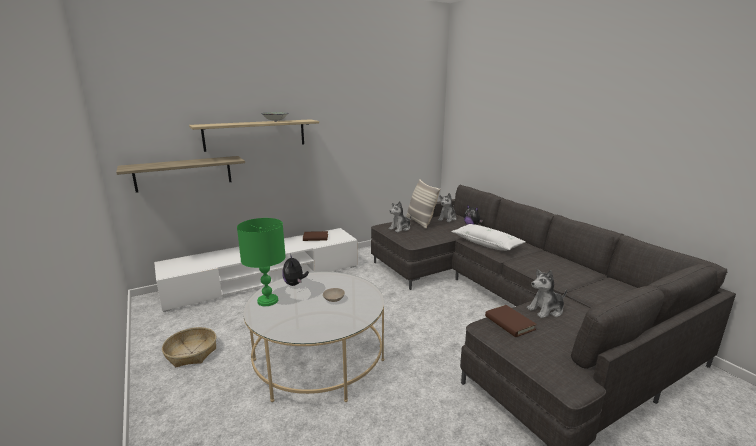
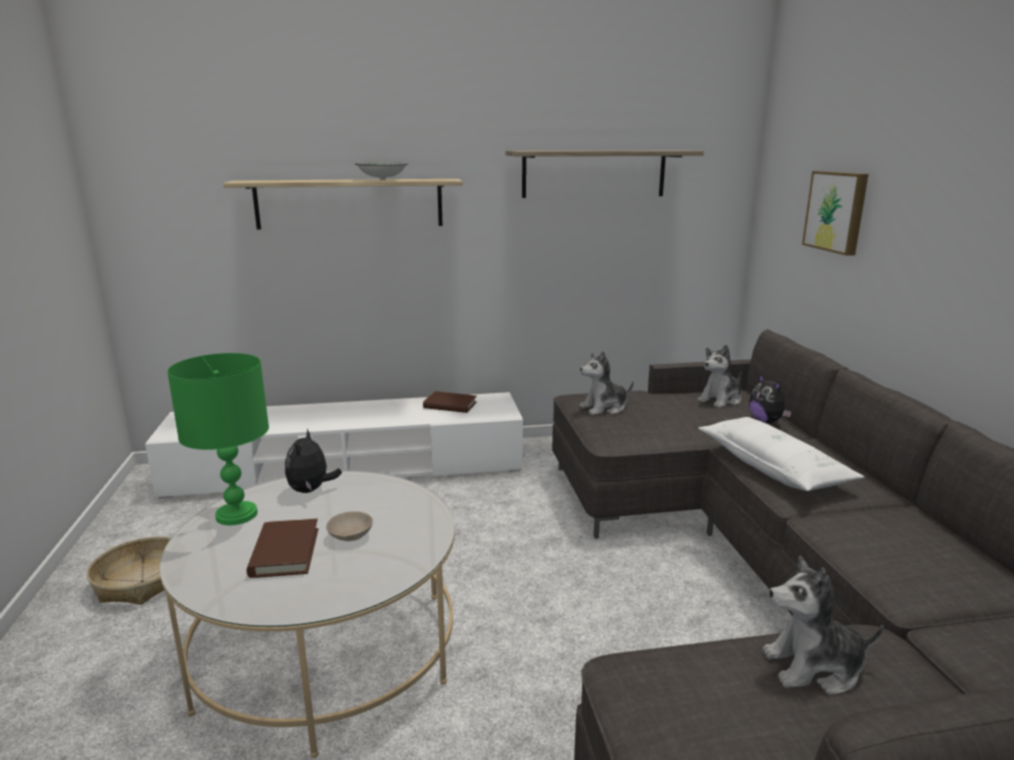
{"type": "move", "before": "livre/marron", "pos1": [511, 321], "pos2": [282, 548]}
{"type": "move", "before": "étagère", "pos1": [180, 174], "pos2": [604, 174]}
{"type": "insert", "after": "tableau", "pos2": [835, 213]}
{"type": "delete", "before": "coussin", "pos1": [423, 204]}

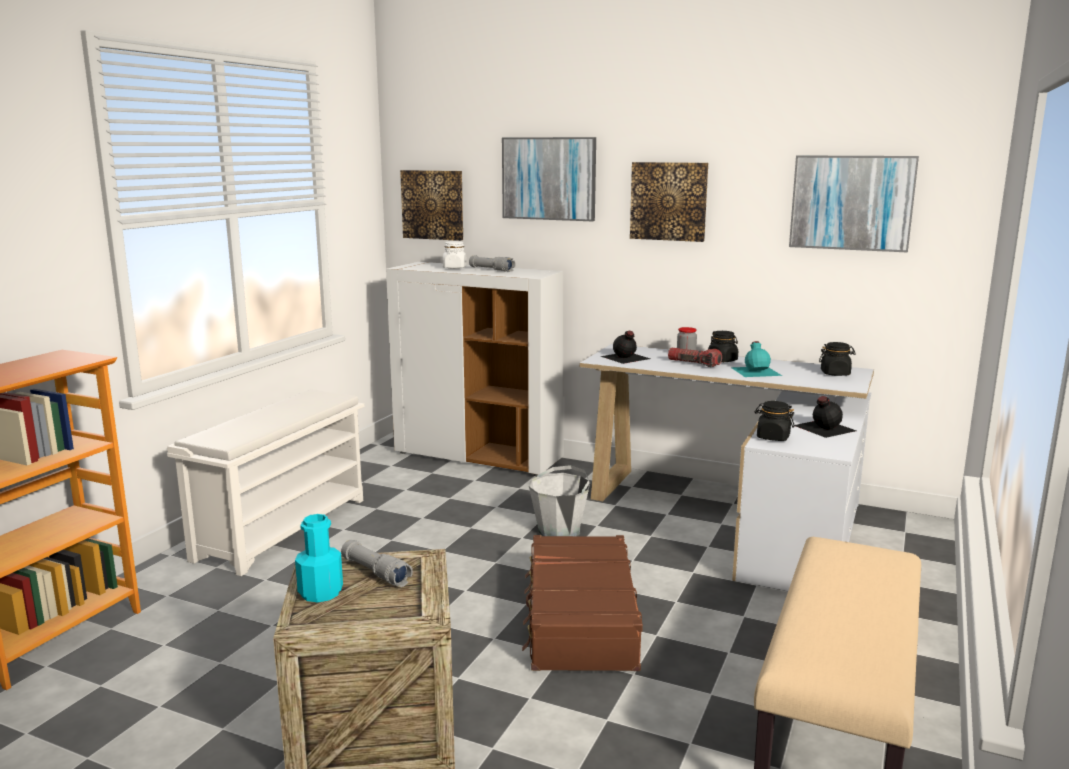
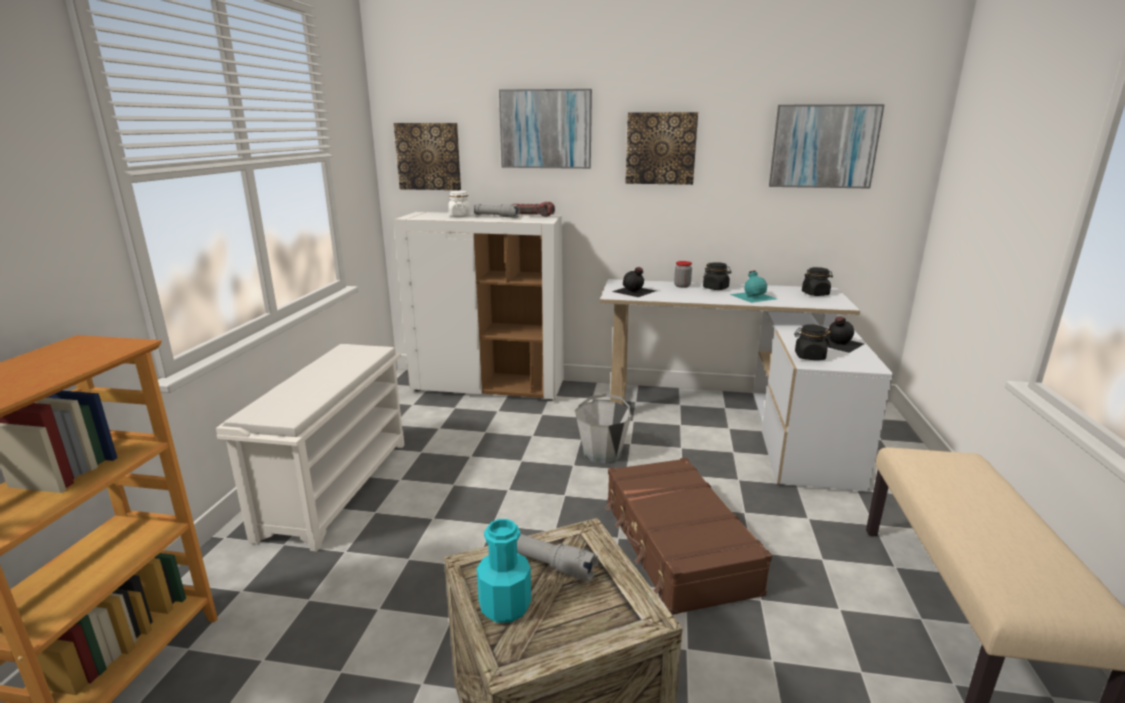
{"type": "move", "before": "lampe de poche", "pos1": [695, 357], "pos2": [535, 209]}

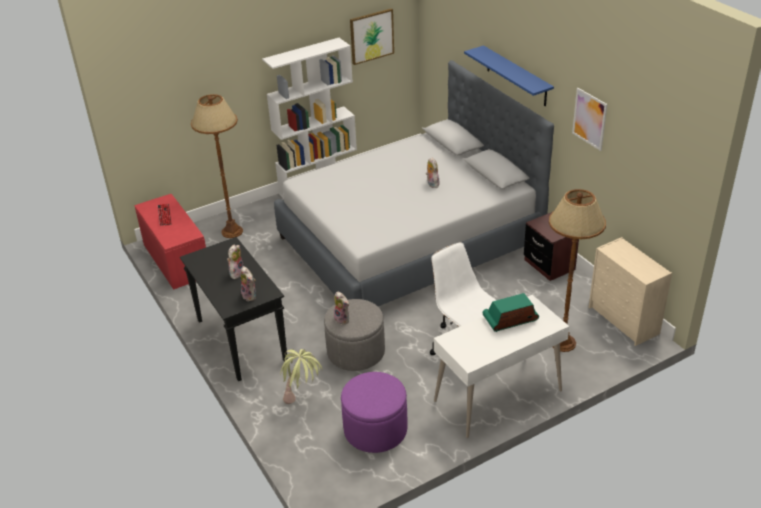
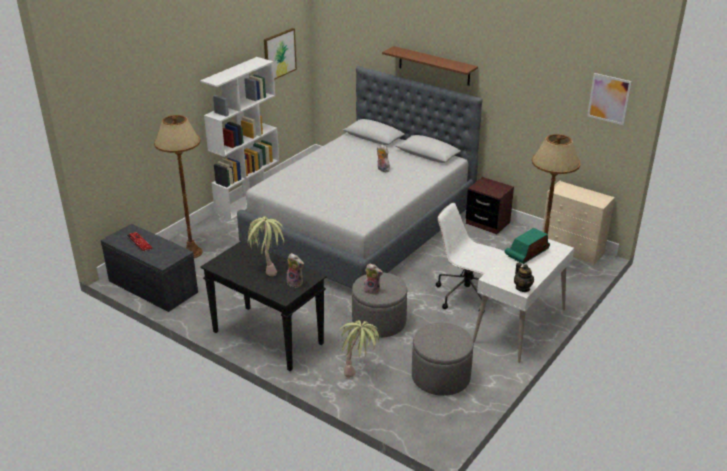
{"type": "recolor", "before": "banc/rouge", "after": "banc/gris", "pos1": [170, 242], "pos2": [149, 268]}
{"type": "replace", "before": "peluche", "after": "plante en pot", "pos1": [235, 262], "pos2": [264, 246]}
{"type": "recolor", "before": "étagère/bleu", "after": "étagère/marron", "pos1": [509, 75], "pos2": [430, 66]}
{"type": "recolor", "before": "pouf/violet", "after": "pouf/gris", "pos1": [374, 412], "pos2": [443, 359]}
{"type": "insert", "after": "théière", "pos2": [524, 277]}
{"type": "move", "before": "tableau", "pos1": [589, 119], "pos2": [609, 99]}

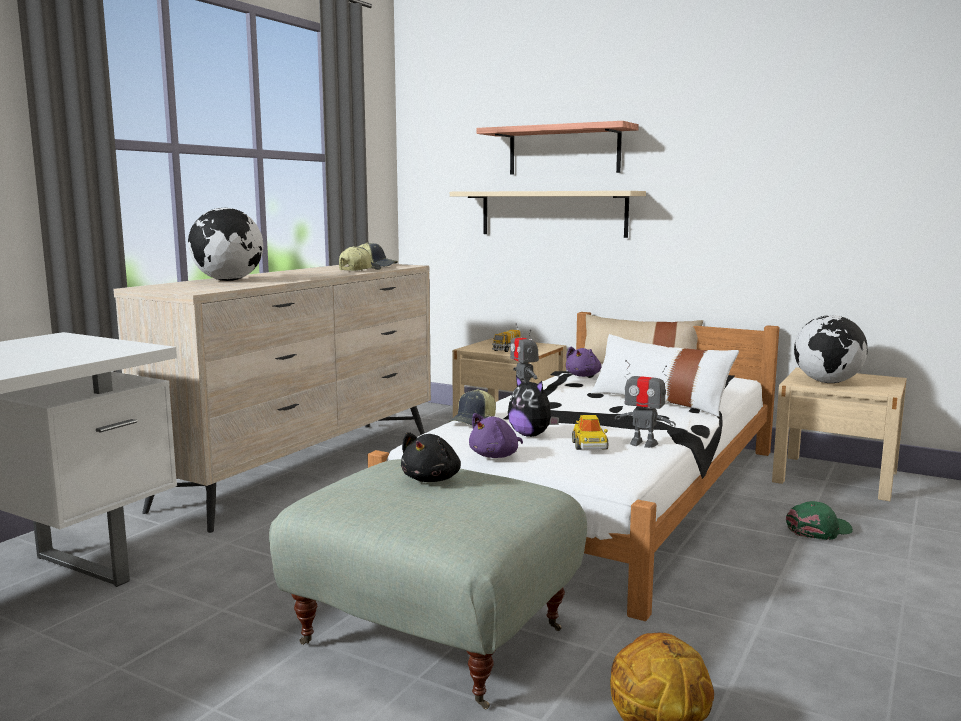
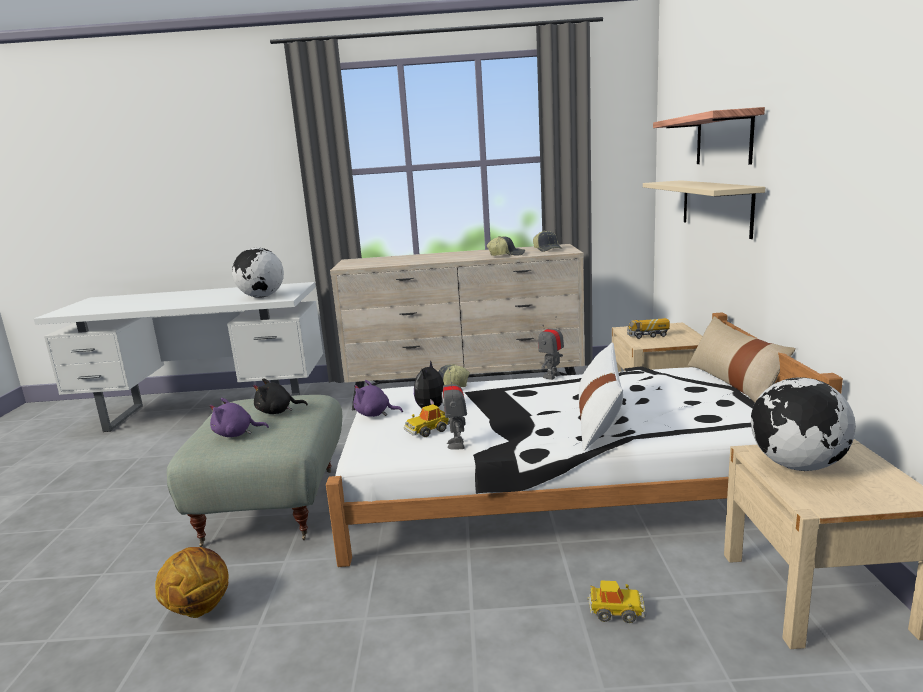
{"type": "move", "before": "peluche/violet", "pos1": [583, 362], "pos2": [239, 417]}
{"type": "move", "before": "globe", "pos1": [225, 244], "pos2": [258, 273]}
{"type": "replace", "before": "casquette/vert", "after": "petite voiture", "pos1": [819, 520], "pos2": [617, 602]}

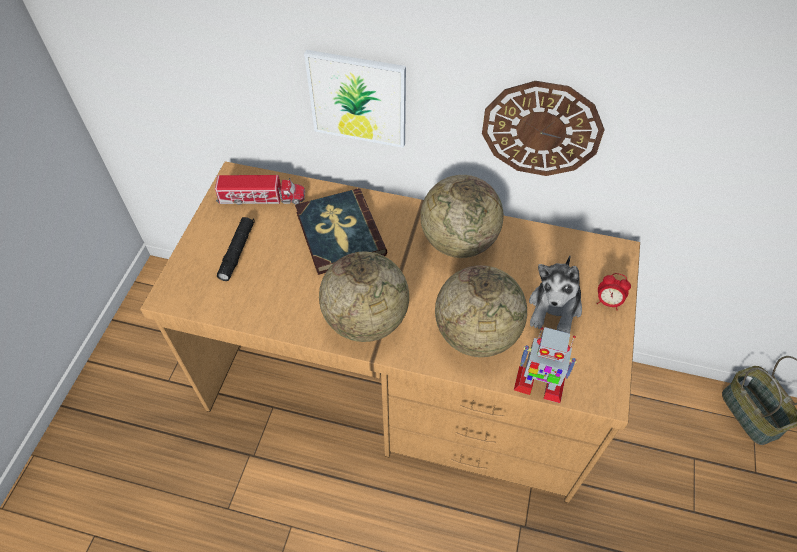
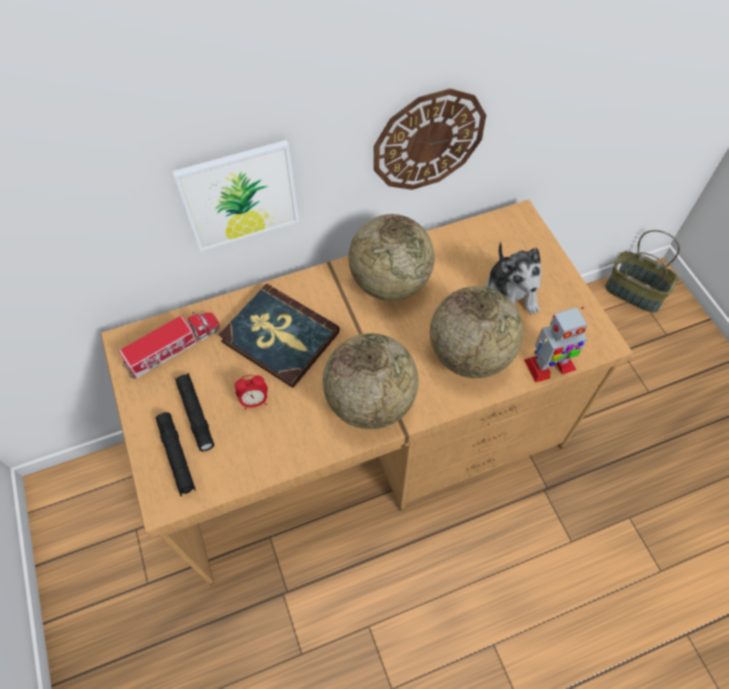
{"type": "insert", "after": "lampe de poche/noir", "pos2": [176, 454]}
{"type": "move", "before": "réveil", "pos1": [614, 291], "pos2": [251, 392]}

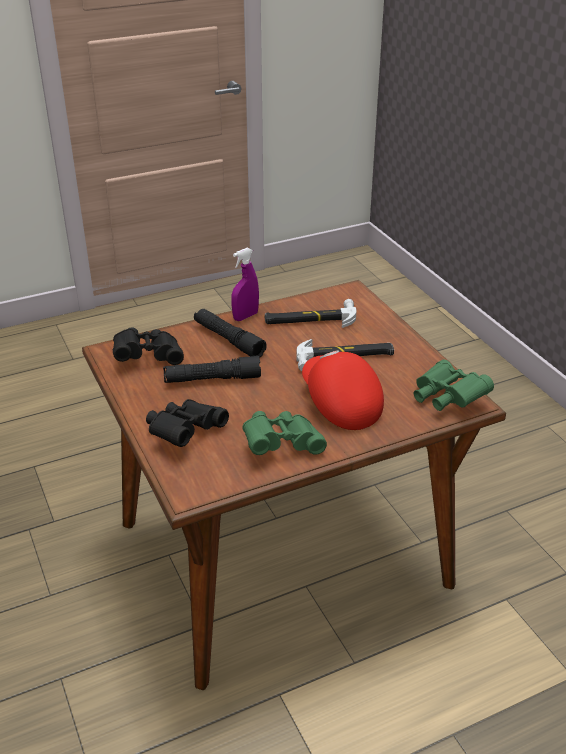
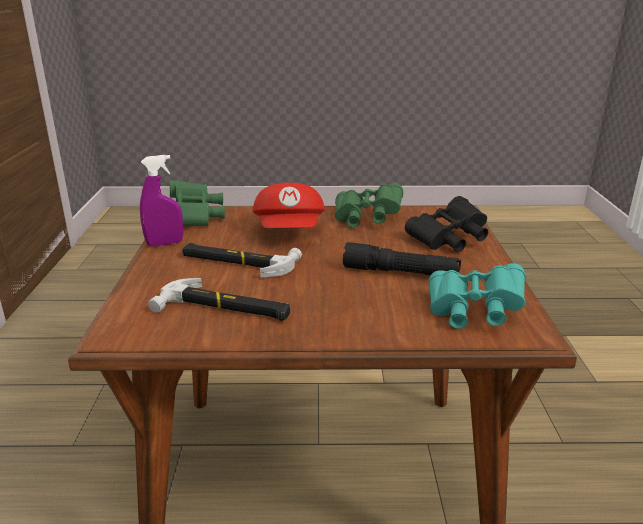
{"type": "move", "before": "vaporisateur/violet", "pos1": [245, 284], "pos2": [161, 200]}
{"type": "recolor", "before": "jumelles/noir", "after": "jumelles/turquoise", "pos1": [148, 346], "pos2": [477, 296]}
{"type": "delete", "before": "lampe de poche/noir", "pos1": [230, 333]}

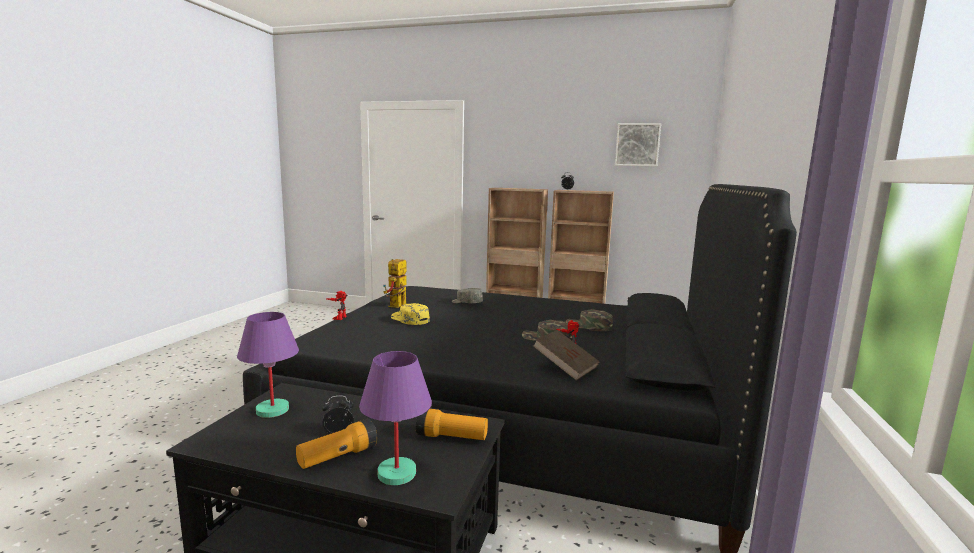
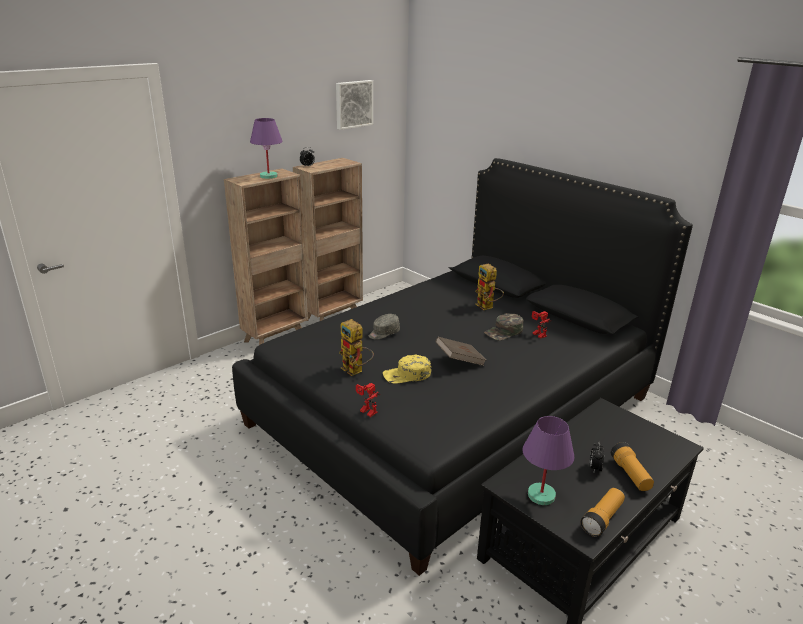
{"type": "move", "before": "lampe de table/violet", "pos1": [395, 418], "pos2": [266, 148]}
{"type": "move", "before": "livre/marron", "pos1": [566, 355], "pos2": [460, 351]}
{"type": "replace", "before": "casquette/vert", "after": "robot jouet", "pos1": [589, 320], "pos2": [489, 287]}
{"type": "move", "before": "lampe de poche", "pos1": [452, 424], "pos2": [602, 512]}

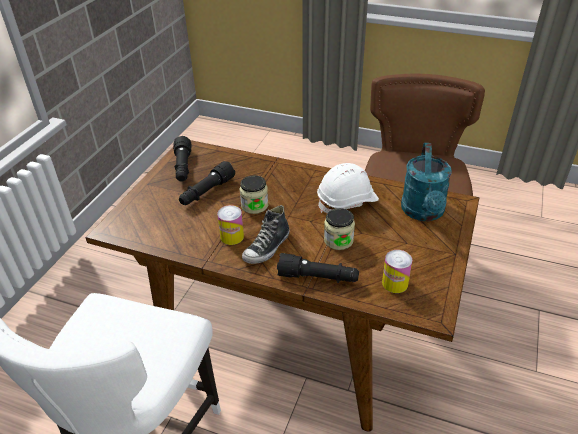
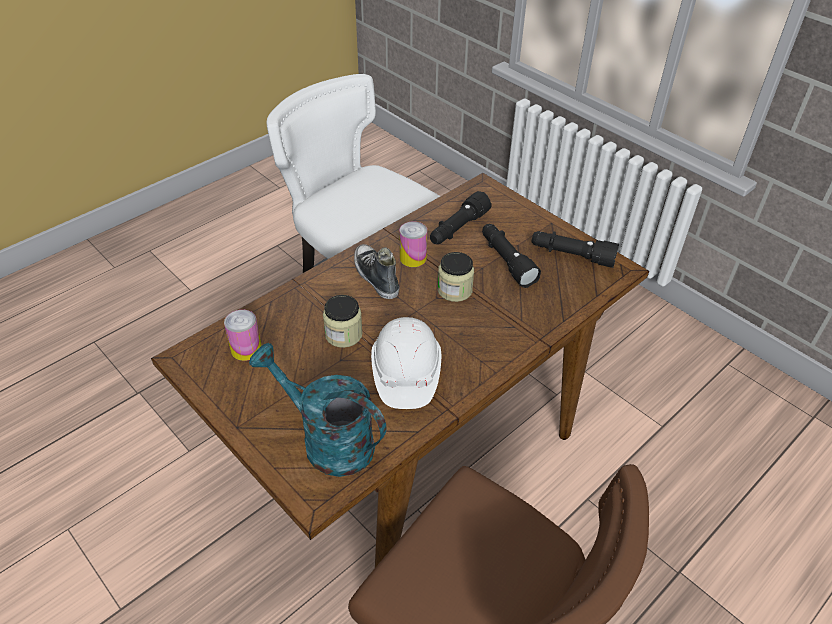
{"type": "move", "before": "lampe de poche/noir", "pos1": [318, 268], "pos2": [461, 217]}

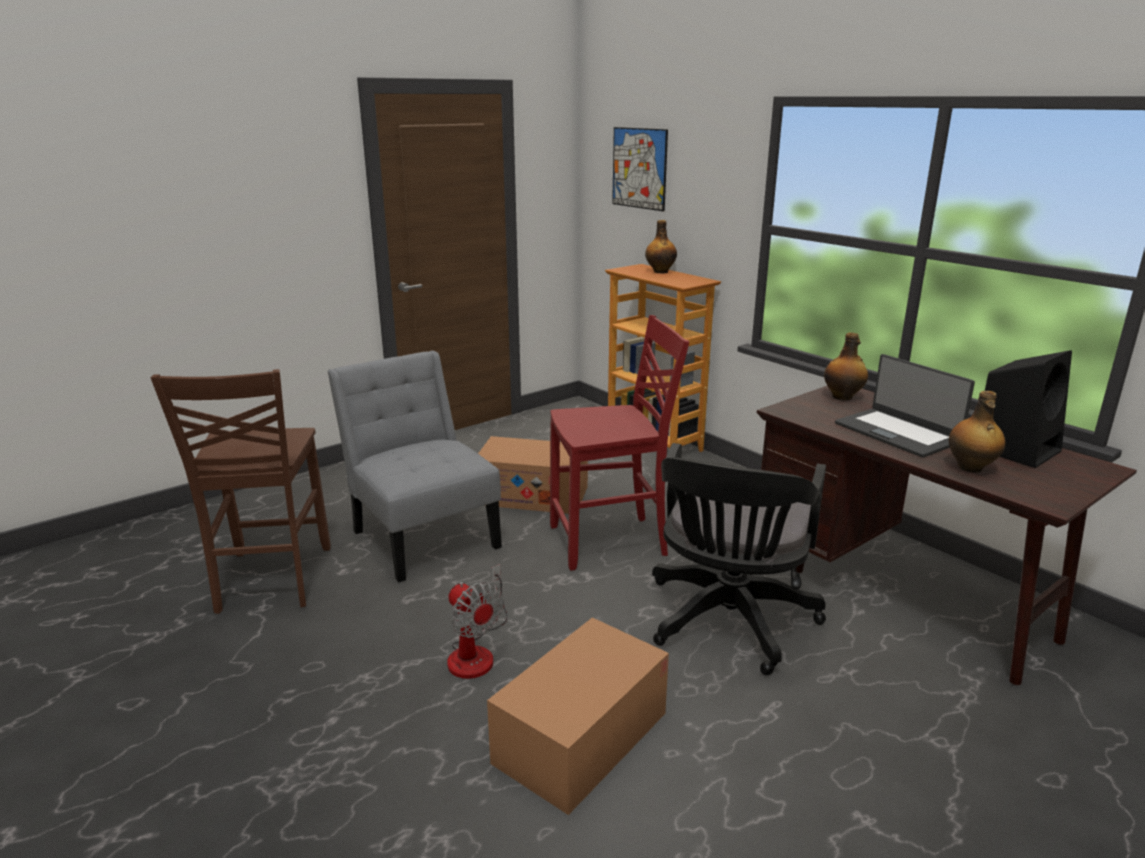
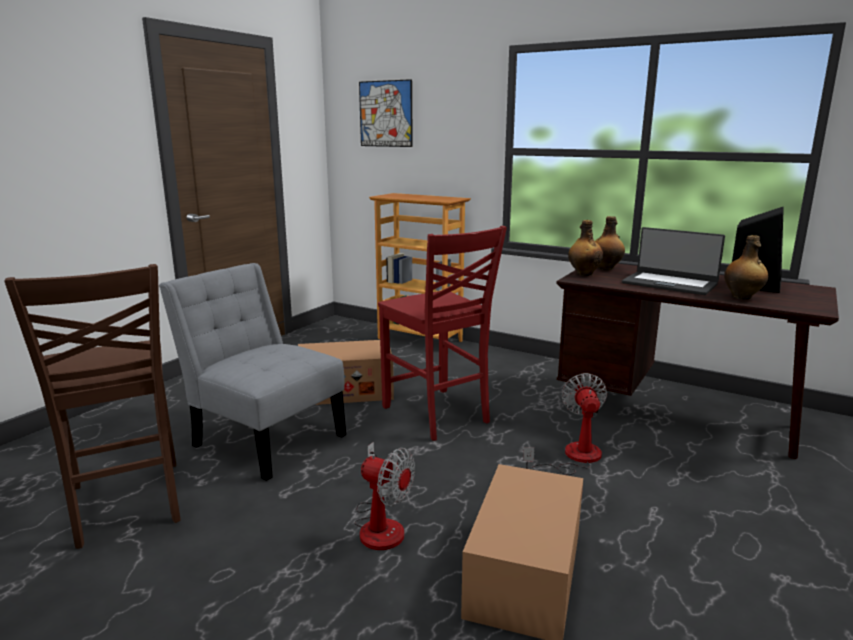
{"type": "rotate", "before": "chaise/rouge", "pos1": [619, 443], "pos2": [442, 333], "turn": 90}
{"type": "replace", "before": "chaise de bureau/noir", "after": "ventilateur", "pos1": [739, 559], "pos2": [565, 424]}
{"type": "move", "before": "bouteille", "pos1": [661, 246], "pos2": [585, 248]}

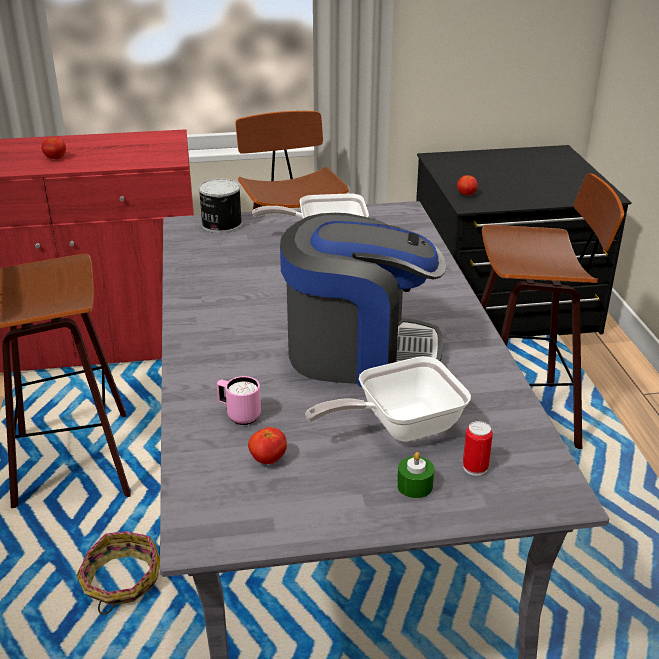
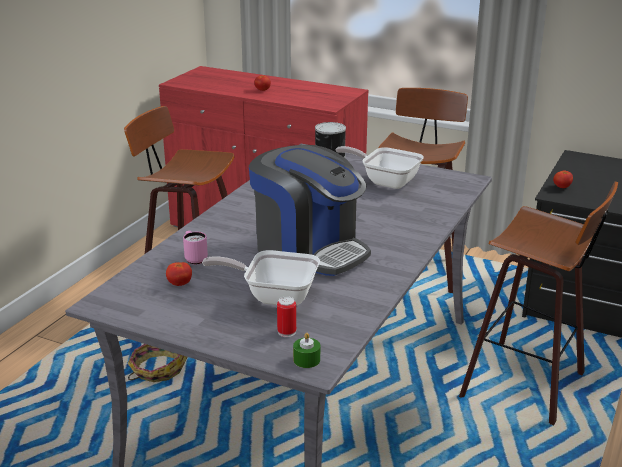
{"type": "move", "before": "bougie/vert", "pos1": [415, 475], "pos2": [306, 350]}

